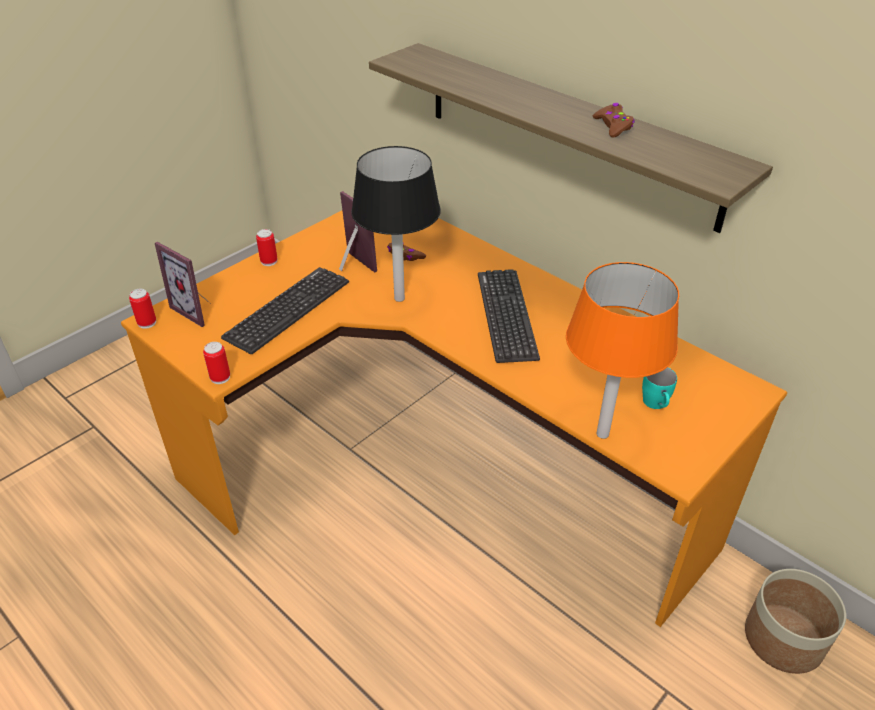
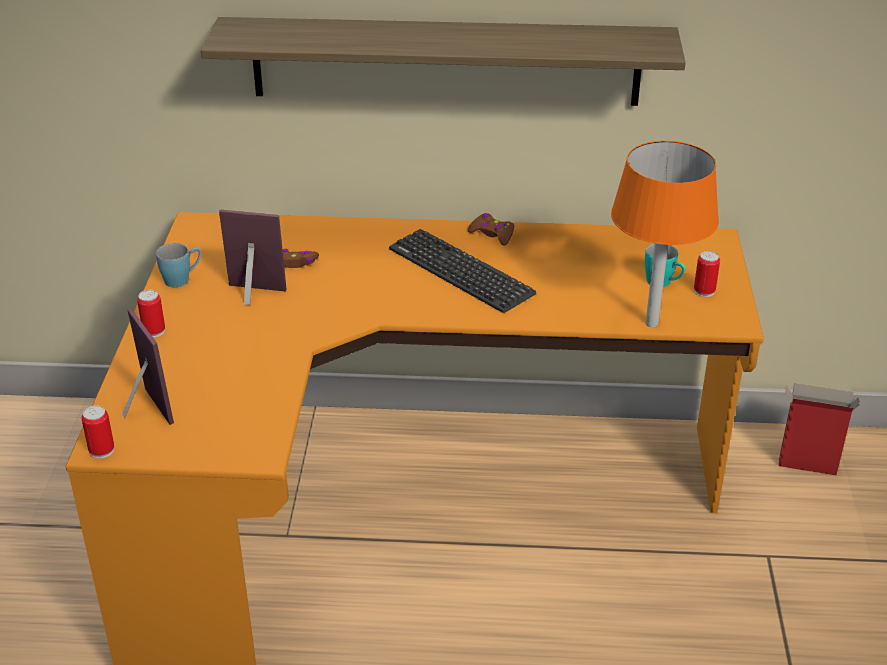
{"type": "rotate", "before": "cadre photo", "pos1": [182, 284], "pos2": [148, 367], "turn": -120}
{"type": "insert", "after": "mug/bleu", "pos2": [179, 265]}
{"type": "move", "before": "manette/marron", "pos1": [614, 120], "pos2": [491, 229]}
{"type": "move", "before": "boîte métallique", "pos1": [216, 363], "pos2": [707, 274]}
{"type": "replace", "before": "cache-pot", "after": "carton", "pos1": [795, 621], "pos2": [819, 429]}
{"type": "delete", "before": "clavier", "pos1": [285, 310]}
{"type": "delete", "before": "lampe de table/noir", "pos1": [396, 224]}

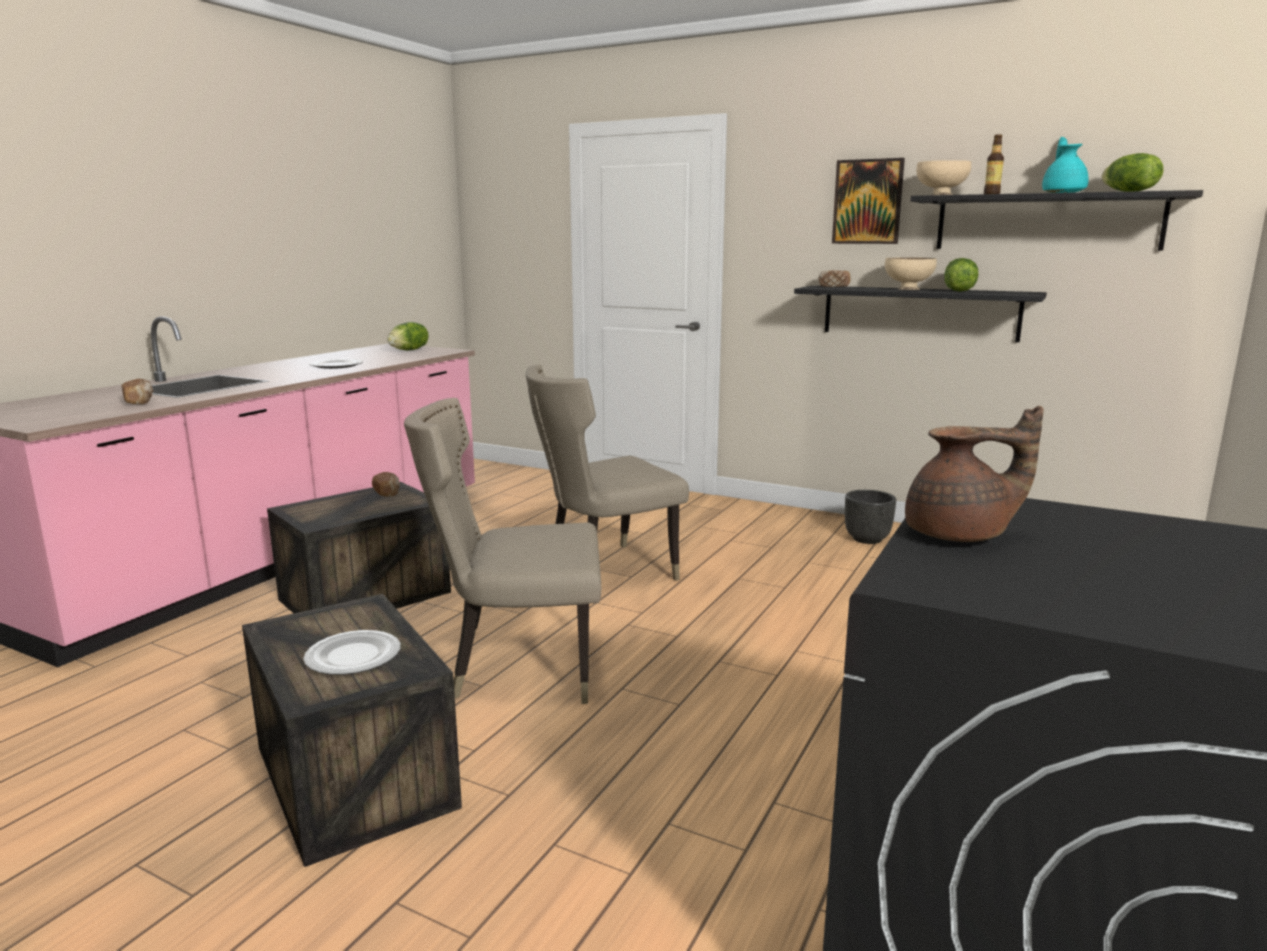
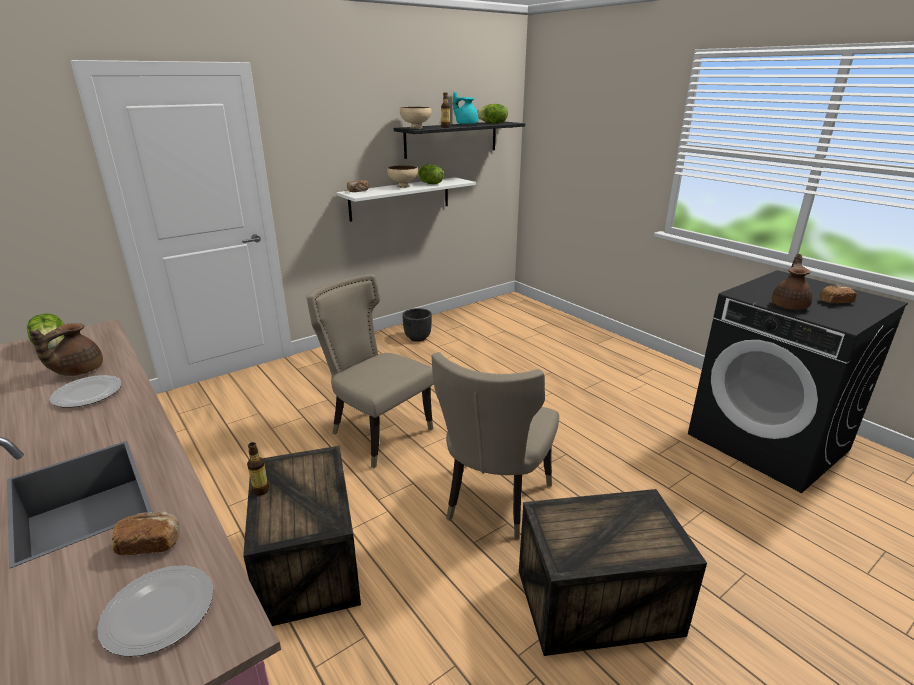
{"type": "insert", "after": "théière/marron", "pos2": [66, 349]}
{"type": "move", "before": "assiette", "pos1": [352, 652], "pos2": [155, 611]}
{"type": "insert", "after": "bouteille", "pos2": [258, 469]}
{"type": "rotate", "before": "chaise/beige", "pos1": [607, 472], "pos2": [370, 371], "turn": 135}
{"type": "recolor", "before": "étagère/noir", "after": "étagère/blanc", "pos1": [920, 314], "pos2": [406, 199]}
{"type": "move", "before": "pain", "pos1": [386, 484], "pos2": [838, 294]}
{"type": "delete", "before": "tableau", "pos1": [868, 201]}

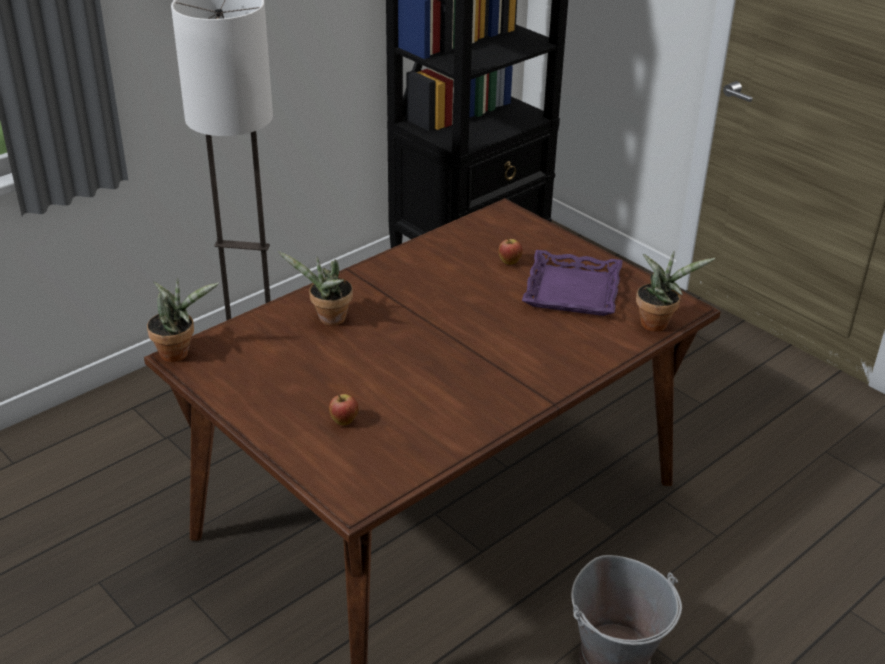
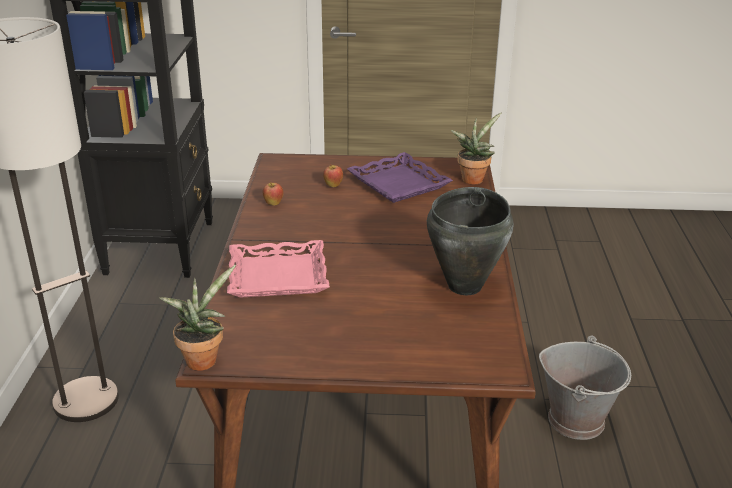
{"type": "replace", "before": "plante en pot", "after": "plateau/rose", "pos1": [315, 288], "pos2": [278, 269]}
{"type": "move", "before": "pomme", "pos1": [344, 409], "pos2": [273, 194]}
{"type": "insert", "after": "marmite/noir", "pos2": [470, 241]}

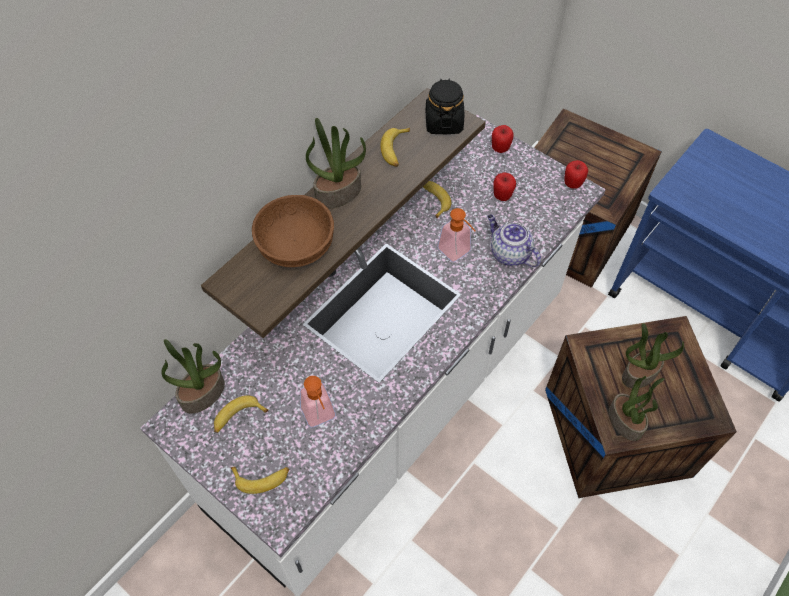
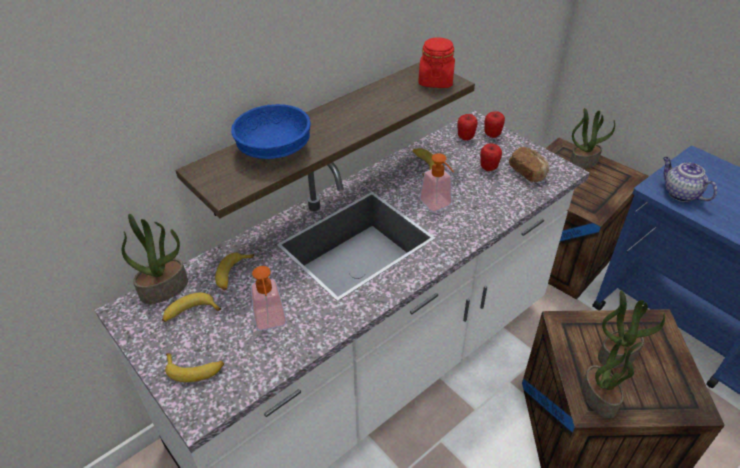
{"type": "move", "before": "banane", "pos1": [395, 147], "pos2": [234, 271]}
{"type": "recolor", "before": "bol/marron", "after": "bol/bleu", "pos1": [293, 231], "pos2": [271, 131]}
{"type": "recolor", "before": "bocal/noir", "after": "bocal/rouge", "pos1": [445, 106], "pos2": [436, 62]}
{"type": "move", "before": "pomme", "pos1": [576, 174], "pos2": [467, 127]}
{"type": "insert", "after": "pain", "pos2": [529, 164]}
{"type": "move", "before": "plante en pot", "pos1": [336, 163], "pos2": [592, 138]}
{"type": "move", "before": "théière", "pos1": [514, 240], "pos2": [690, 179]}

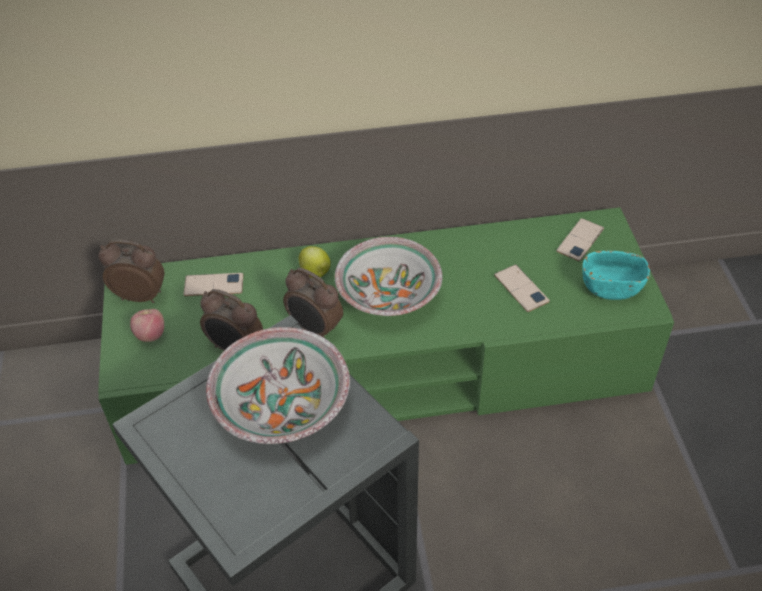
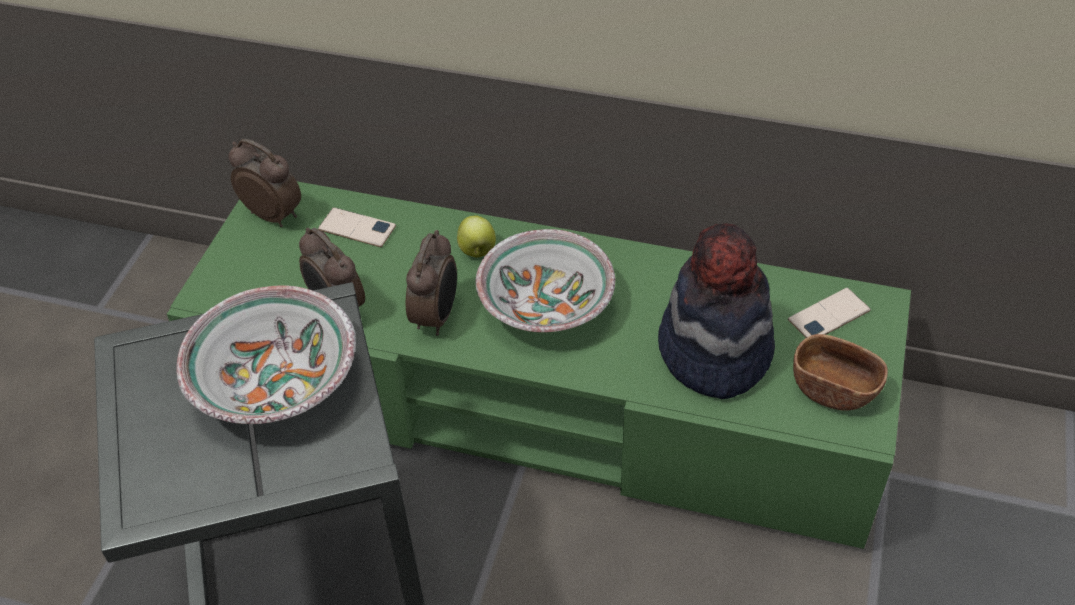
{"type": "rotate", "before": "réveil", "pos1": [313, 303], "pos2": [431, 283], "turn": -135}
{"type": "replace", "before": "téléphone", "after": "chapeau", "pos1": [522, 288], "pos2": [716, 311]}
{"type": "recolor", "before": "bol/turquoise", "after": "bol/marron", "pos1": [616, 275], "pos2": [840, 372]}
{"type": "delete", "before": "pomme", "pos1": [147, 325]}

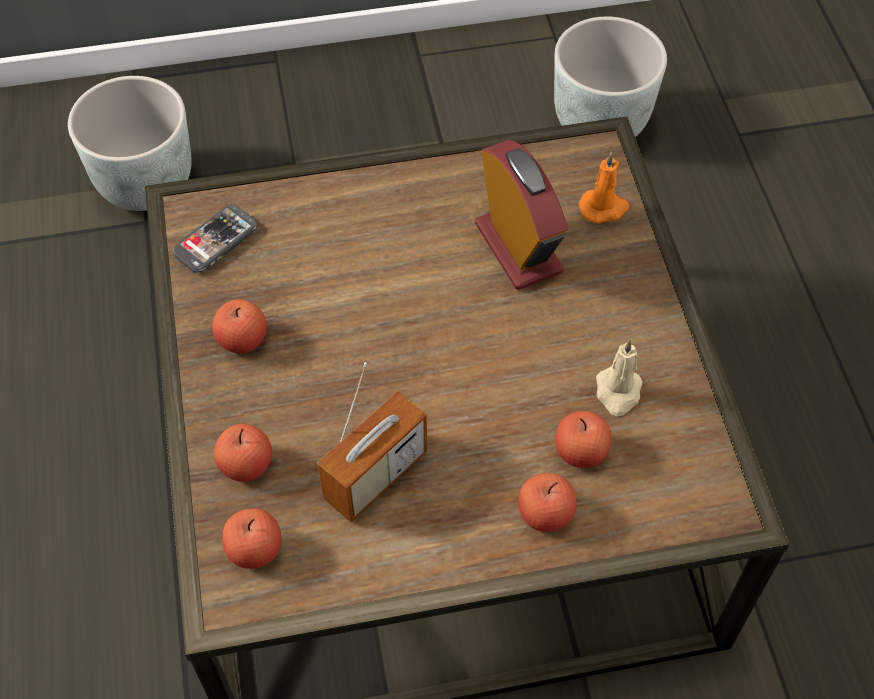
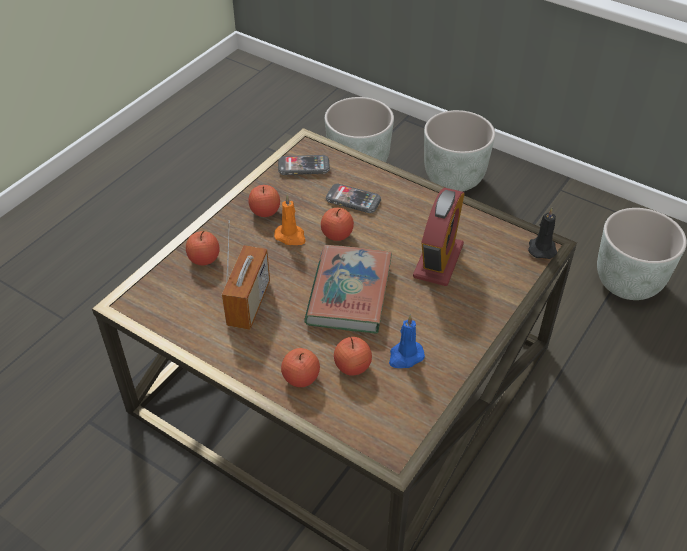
{"type": "rotate", "before": "radio", "pos1": [372, 442], "pos2": [246, 275], "turn": -75}
{"type": "move", "before": "bougie/orange", "pos1": [604, 188], "pos2": [290, 220]}
{"type": "insert", "after": "livre", "pos2": [348, 289]}
{"type": "move", "before": "pomme", "pos1": [251, 538], "pos2": [337, 224]}
{"type": "insert", "after": "téléphone", "pos2": [353, 198]}
{"type": "recolor", "before": "bougie/beige", "after": "bougie/bleu", "pos1": [619, 377], "pos2": [407, 341]}
{"type": "insert", "after": "cache-pot/gris", "pos2": [459, 151]}
{"type": "insert", "after": "bougie/noir", "pos2": [542, 233]}

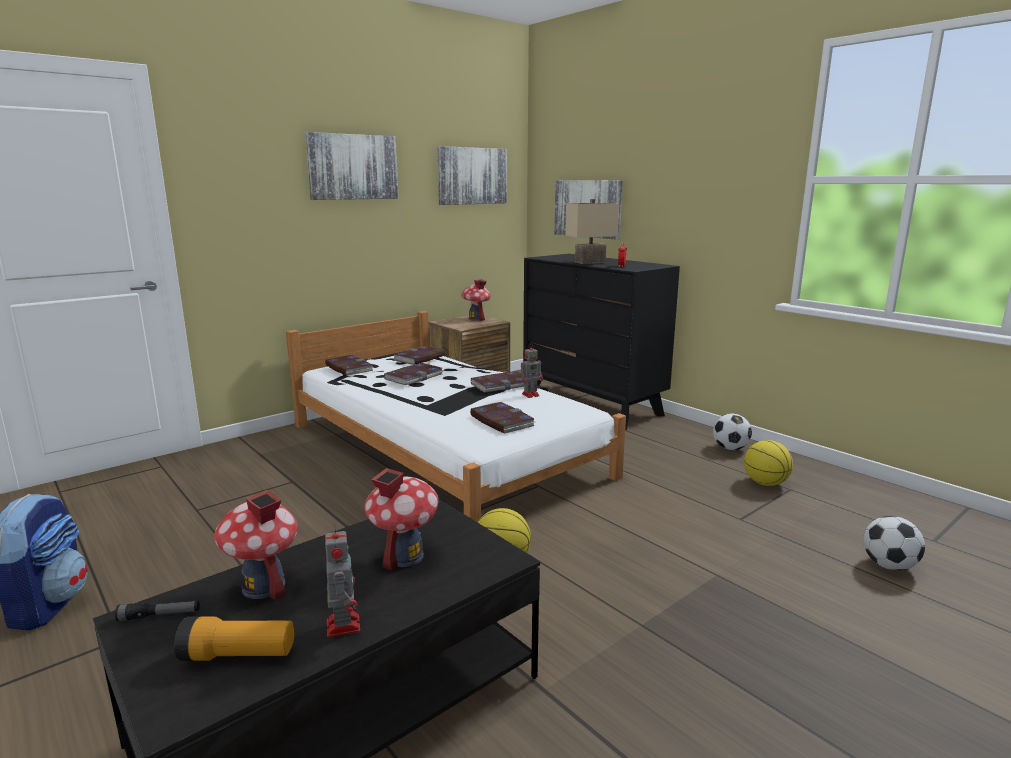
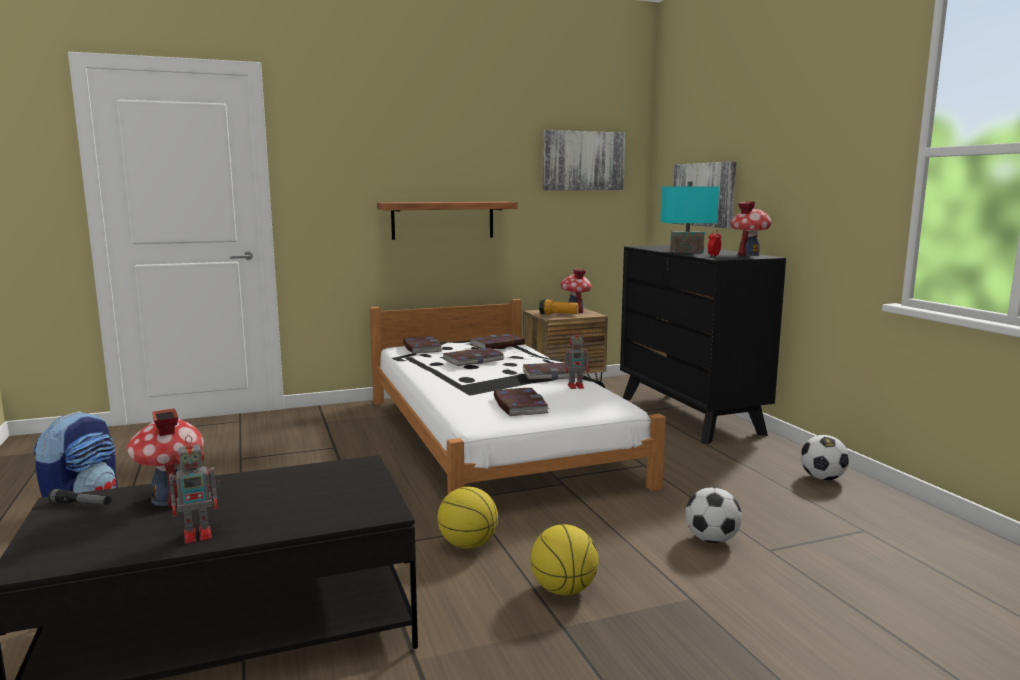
{"type": "rotate", "before": "robot jouet", "pos1": [342, 580], "pos2": [194, 489], "turn": 60}
{"type": "insert", "after": "étagère", "pos2": [447, 221]}
{"type": "move", "before": "ballon de basket", "pos1": [768, 463], "pos2": [564, 559]}
{"type": "move", "before": "lampe de poche", "pos1": [234, 638], "pos2": [559, 306]}
{"type": "recolor", "before": "lampe de table/beige", "after": "lampe de table/turquoise", "pos1": [592, 231], "pos2": [689, 217]}
{"type": "move", "before": "ballon de foot", "pos1": [894, 543], "pos2": [713, 515]}
{"type": "move", "before": "maison miniature", "pos1": [401, 519], "pos2": [751, 228]}
{"type": "delete", "before": "tableau", "pos1": [352, 166]}

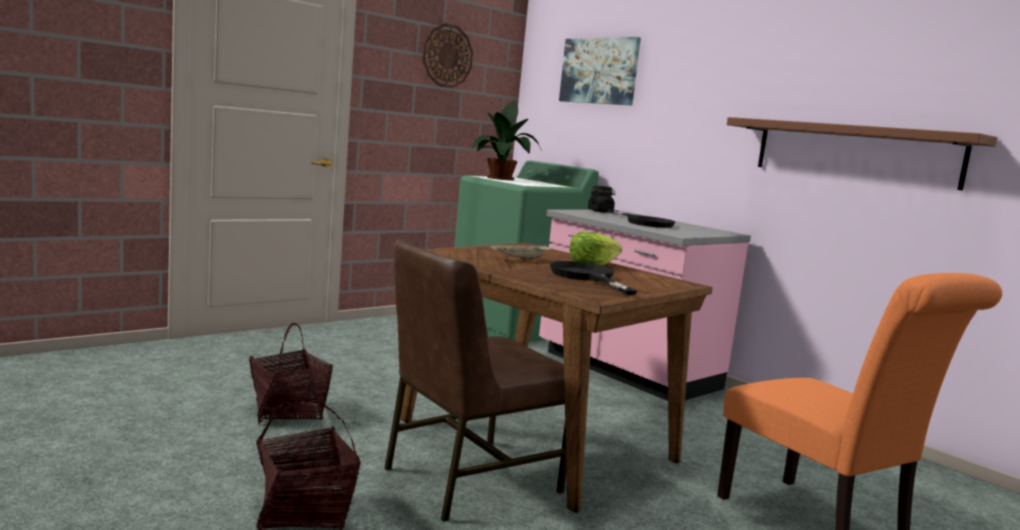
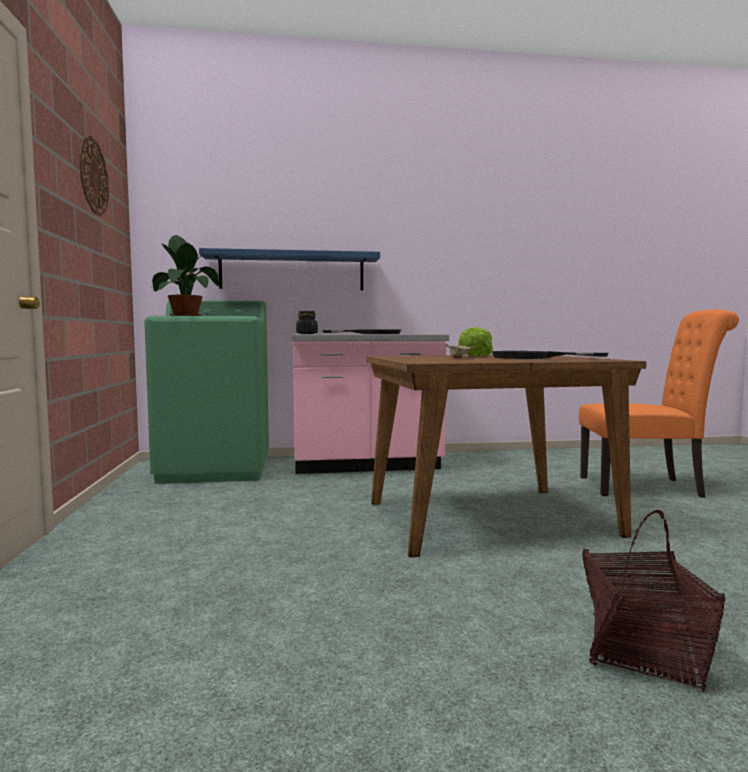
{"type": "insert", "after": "étagère/bleu", "pos2": [289, 269]}
{"type": "delete", "before": "panier", "pos1": [291, 373]}
{"type": "delete", "before": "chaise/marron", "pos1": [475, 380]}
{"type": "delete", "before": "tableau", "pos1": [600, 71]}
{"type": "delete", "before": "étagère/marron", "pos1": [862, 154]}

